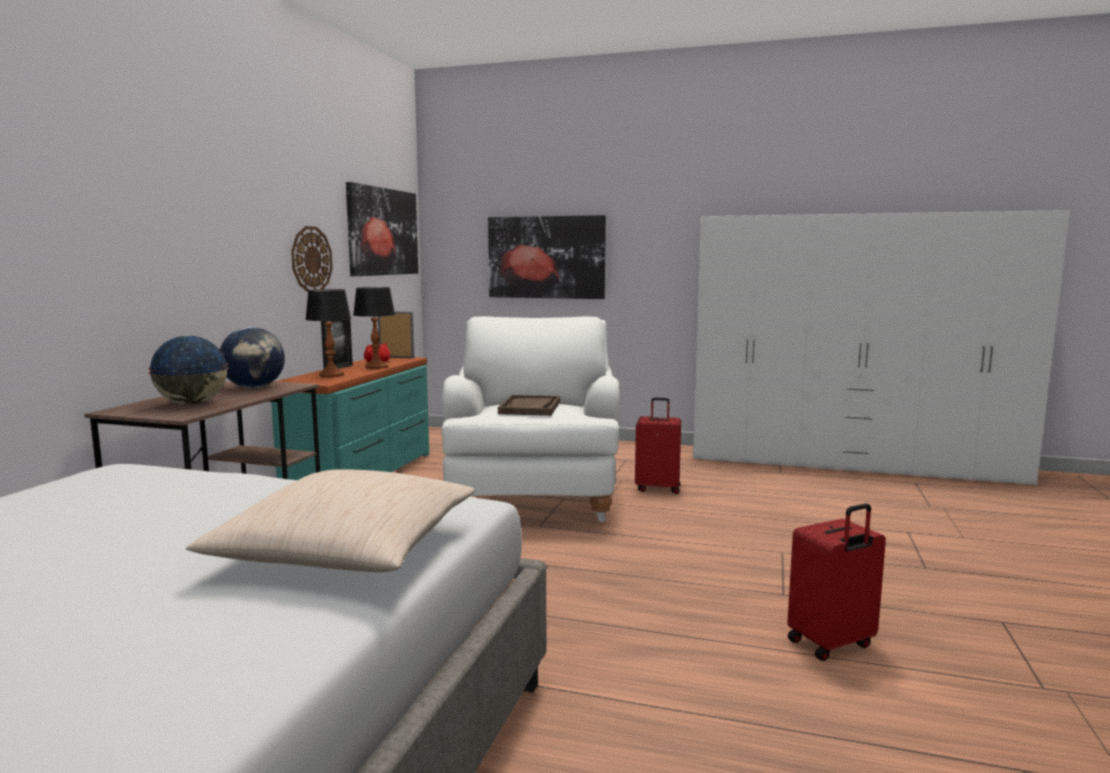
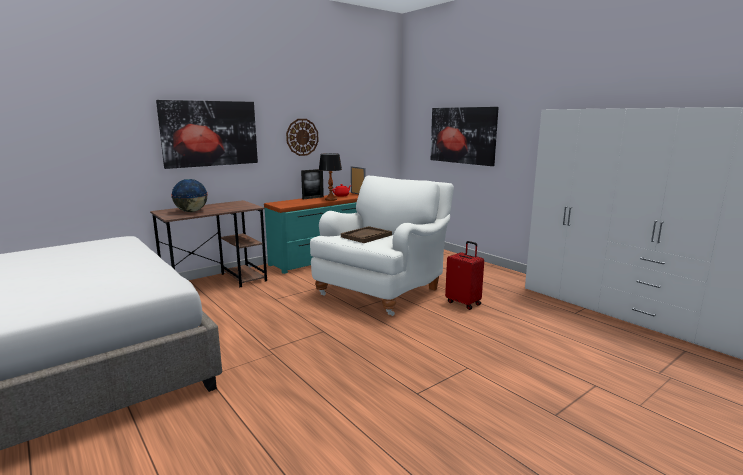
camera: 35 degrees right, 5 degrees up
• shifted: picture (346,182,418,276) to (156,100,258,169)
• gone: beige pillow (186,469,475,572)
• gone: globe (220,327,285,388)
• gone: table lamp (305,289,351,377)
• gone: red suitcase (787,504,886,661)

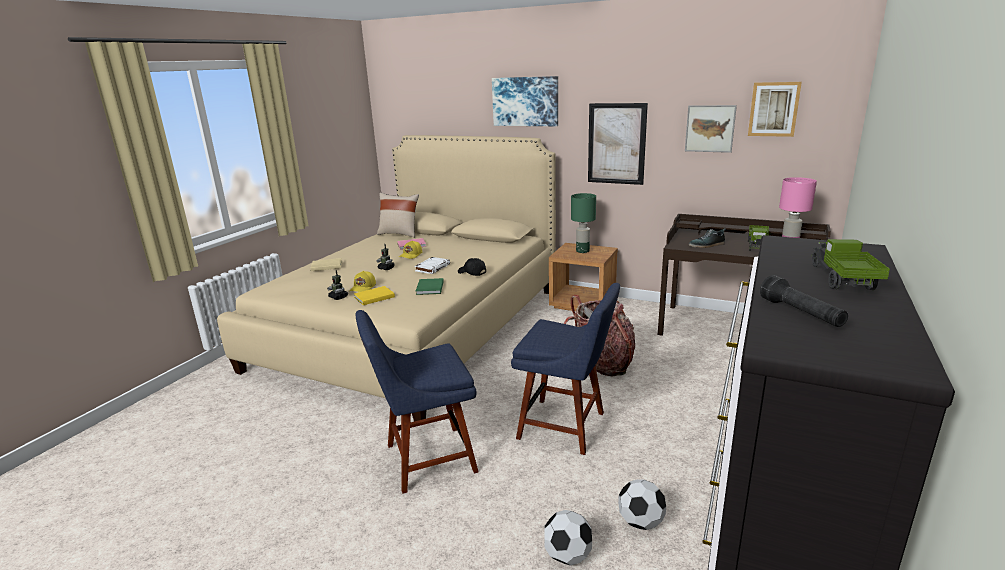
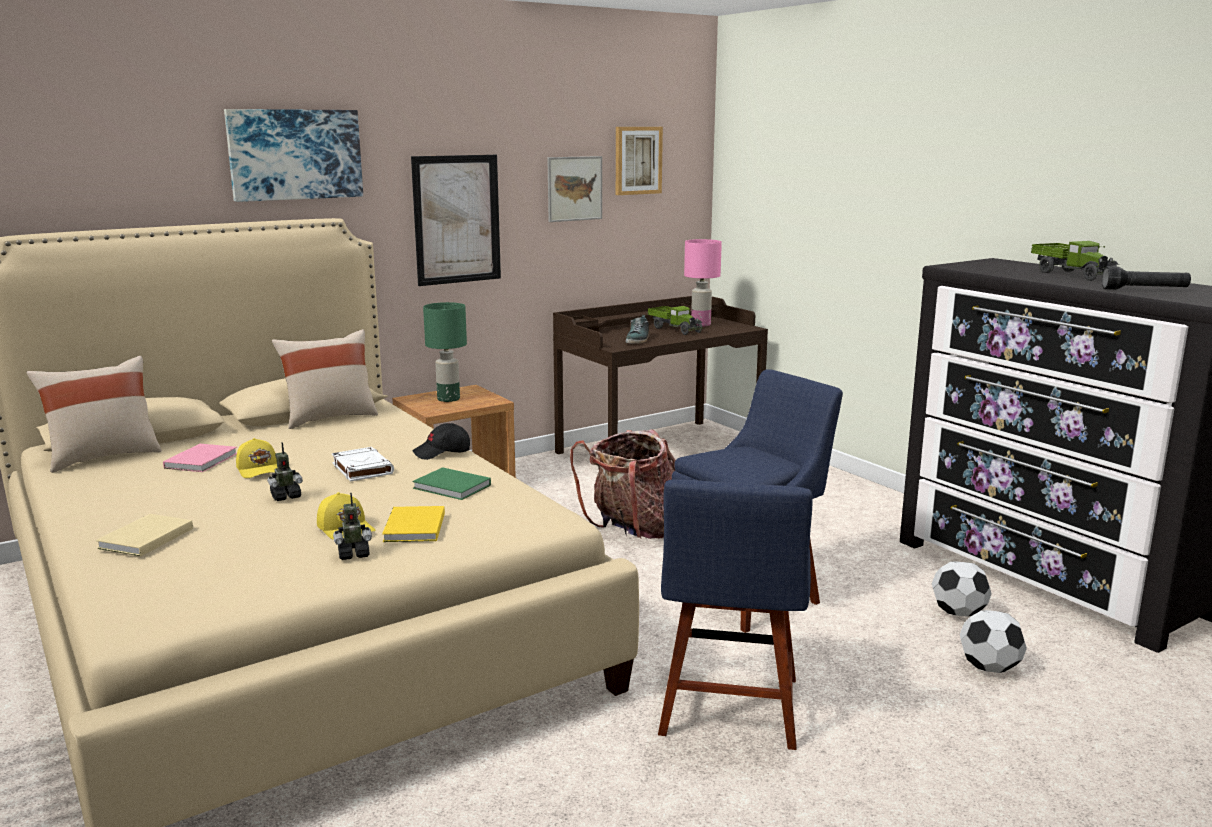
camera: 60 degrees left, 5 degrees down
• new: beige pillow (272,329,378,429)
• rotated: toy truck (812,239,890,290) = (1031,241,1119,281) 150 degrees counterclockwise

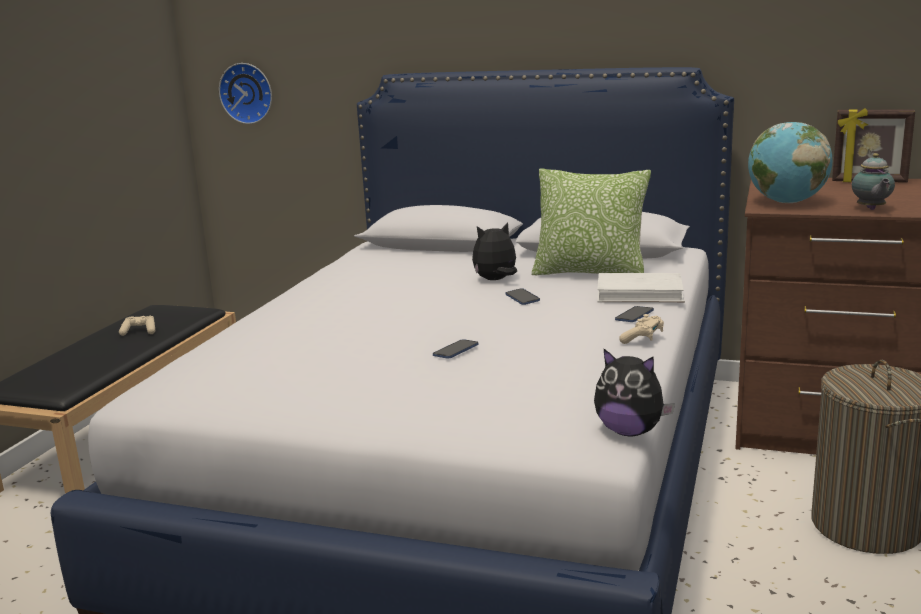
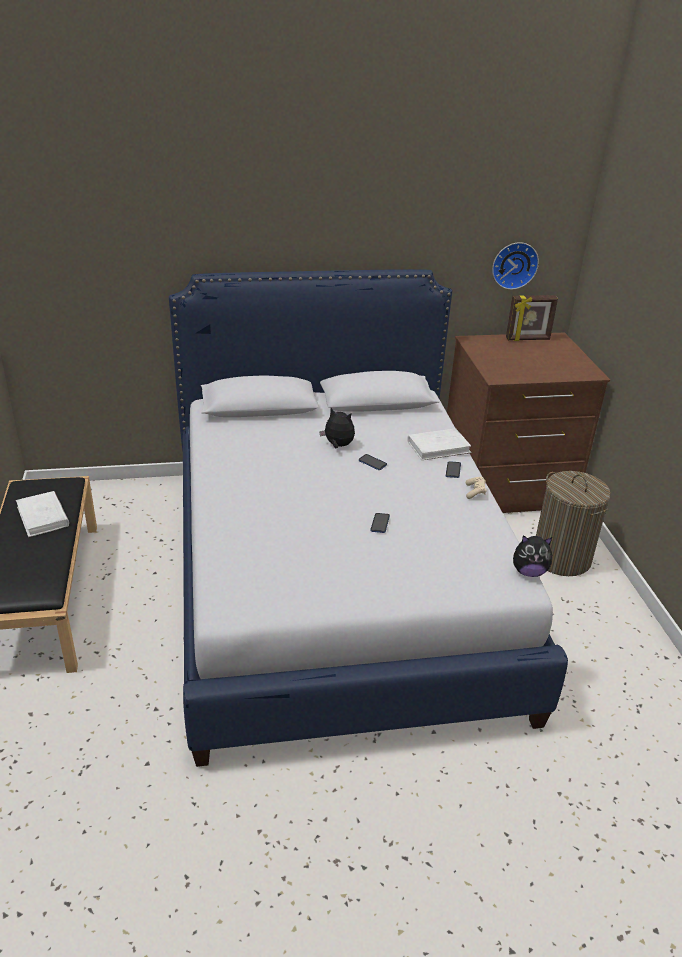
camera: 30 degrees left, 15 degrees up
• swapped: beige game controller (119,316,155,336) to white book (16,491,69,537)
• rotated: plush toy (472,222,517,280) = (320,408,355,448) 75 degrees clockwise
• shifted: wall clock (219,63,272,124) to (492,242,539,290)
• gone: pillow (532,169,651,275)
• gone: globe (748,122,832,203)
• gone: teapot (852,153,895,210)

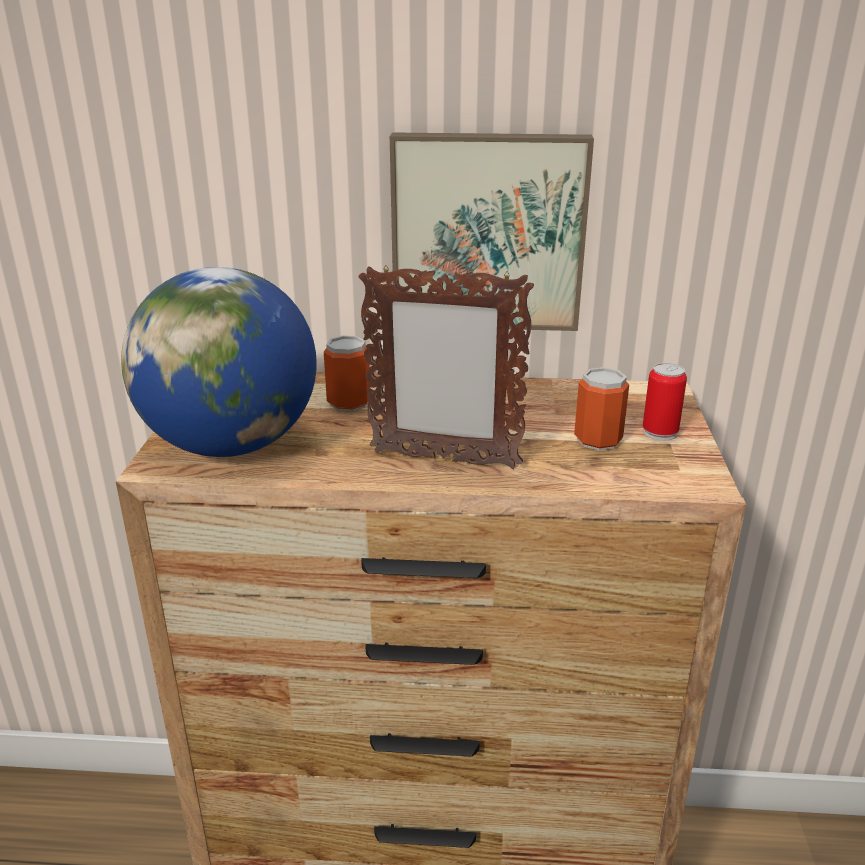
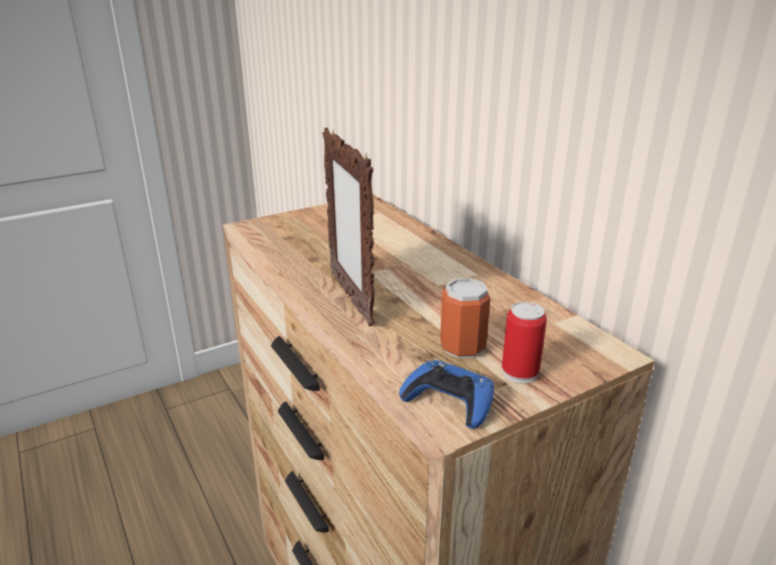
camera: 55 degrees right, 0 degrees up
• new: blue game controller (399,360,494,429)
• gone: globe (121,267,317,457)
• gone: can (324,336,370,412)
• gone: picture (390,132,594,331)

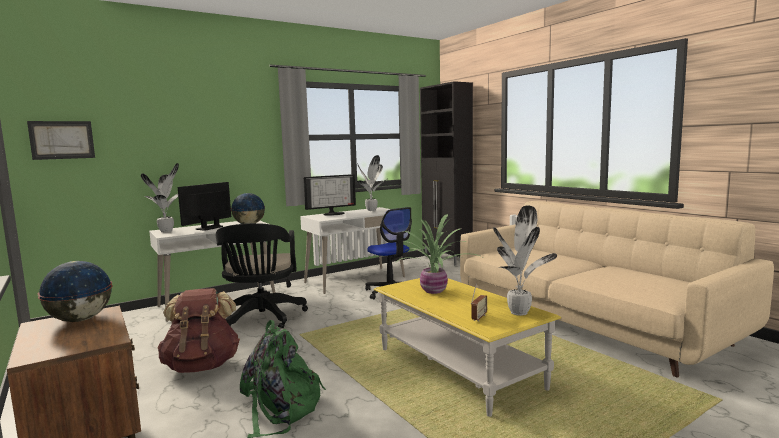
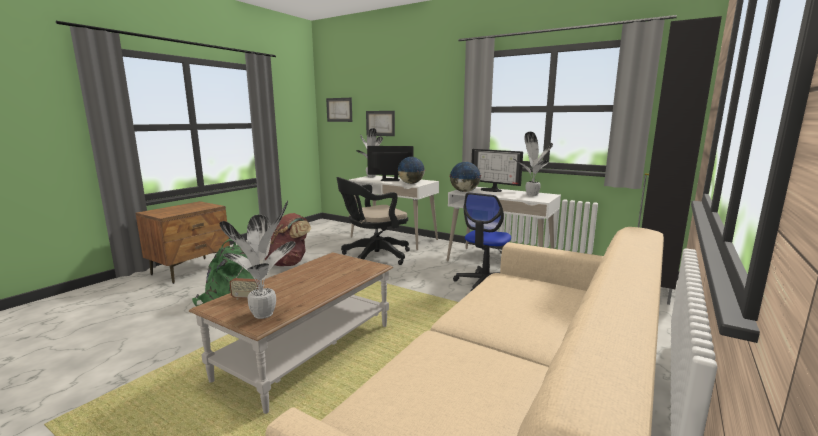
camera: 65 degrees right, 5 degrees up
• repainted: yellow coffee table (374,278,561,417) to brown coffee table (189,252,393,414)
• new: picture (366,111,395,136)
• shifted: globe (38,261,113,322) to (450,162,481,192)
• gone: potted plant (395,214,482,294)

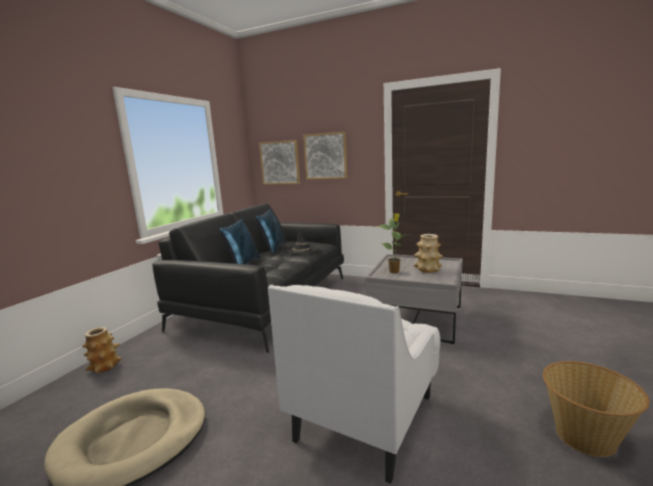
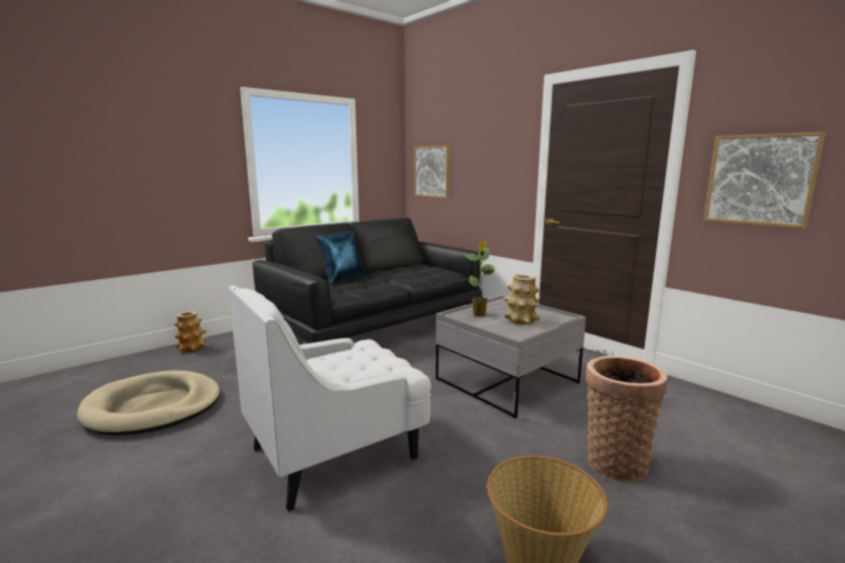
camera: 25 degrees right, 0 degrees up
• new: basket (586,356,667,482)
• shifted: picture (303,132,348,180) to (704,132,826,228)
• gone: blue pillow (256,209,286,254)
• gone: black hat (284,228,320,255)

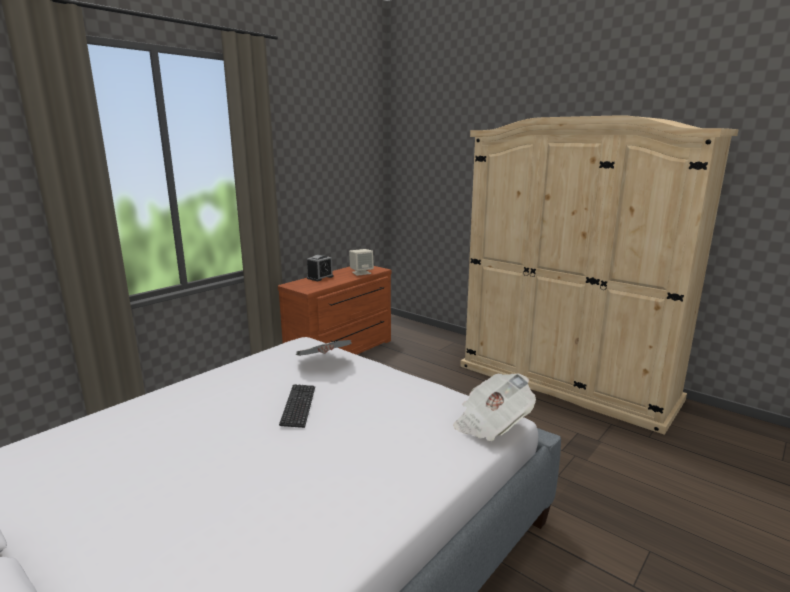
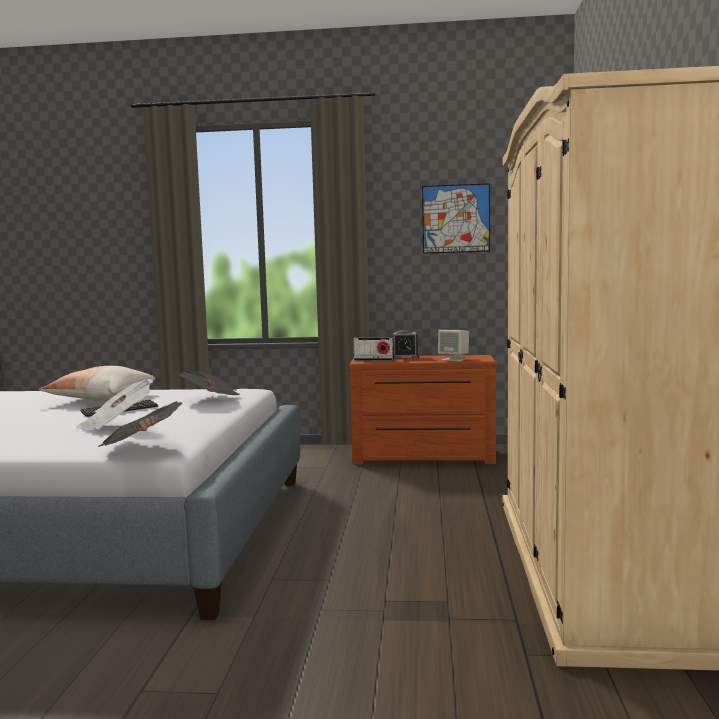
camera: 55 degrees right, 10 degrees down
• new: pillow (39,366,155,401)
• new: newspaper (76,379,153,430)
• new: radio (353,337,394,361)
• new: picture (422,183,490,254)

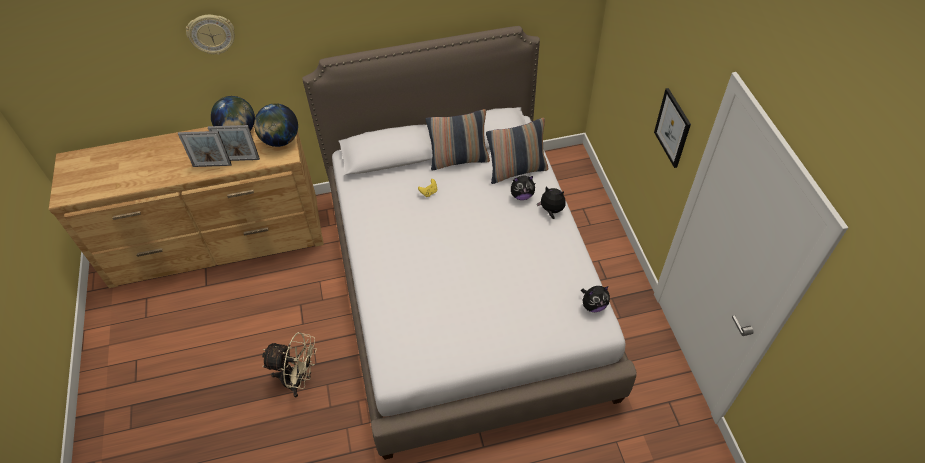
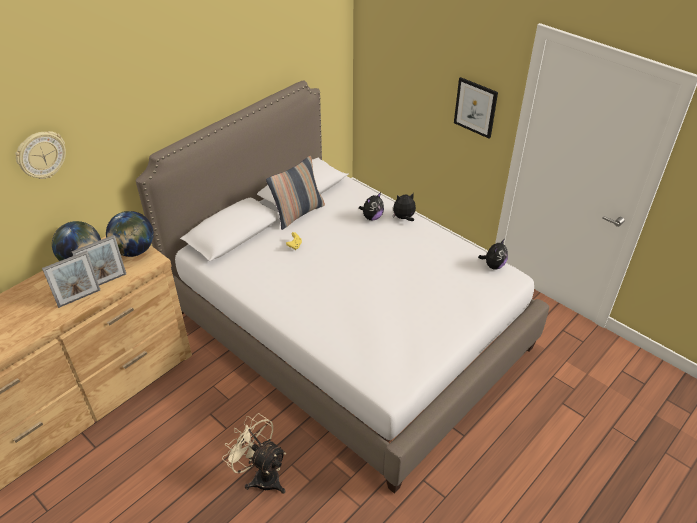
camera: 35 degrees left, 10 degrees down
• rotated: beige fan (262,332,317,397) = (222,413,286,494) 120 degrees counterclockwise
• gone: pillow (486,118,548,184)

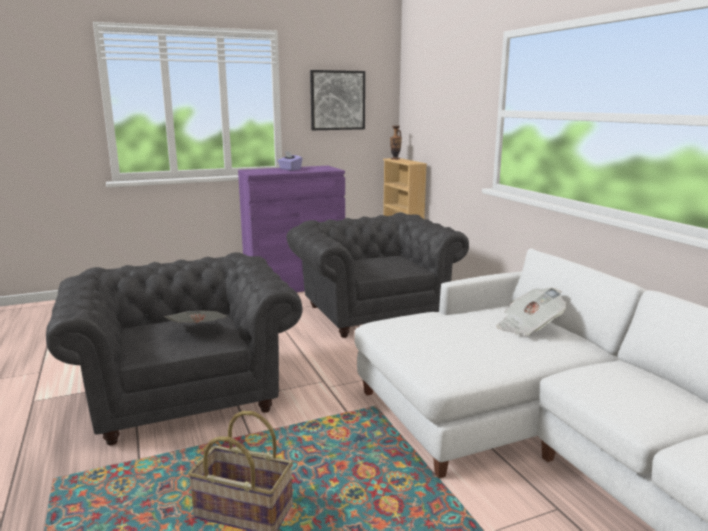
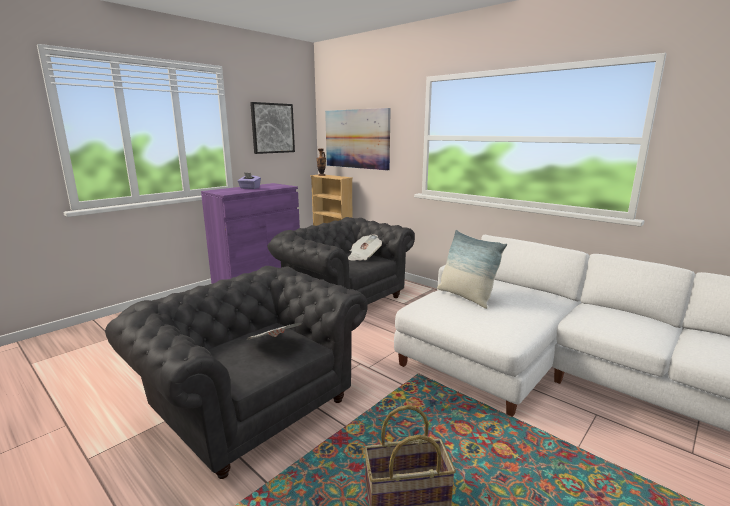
camera: 25 degrees left, 0 degrees up
• new: picture (325,108,391,170)
• shifted: newspaper (496,288,567,336) to (348,234,382,261)
• new: pillow (437,230,507,309)

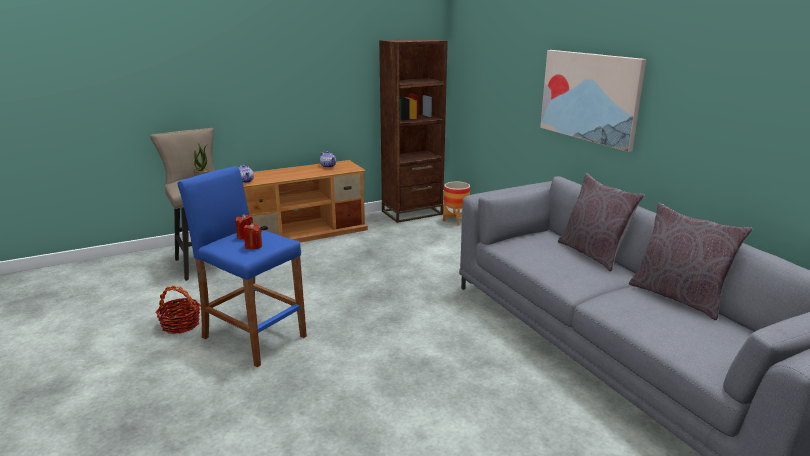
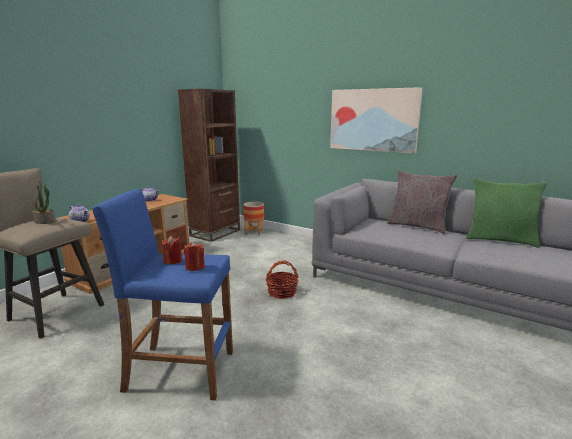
camera: 30 degrees left, 5 degrees down
• shifted: basket (156,286,200,334) to (265,260,299,299)
• repainted: grey pillow (629,203,753,320) to green pillow (466,178,547,248)

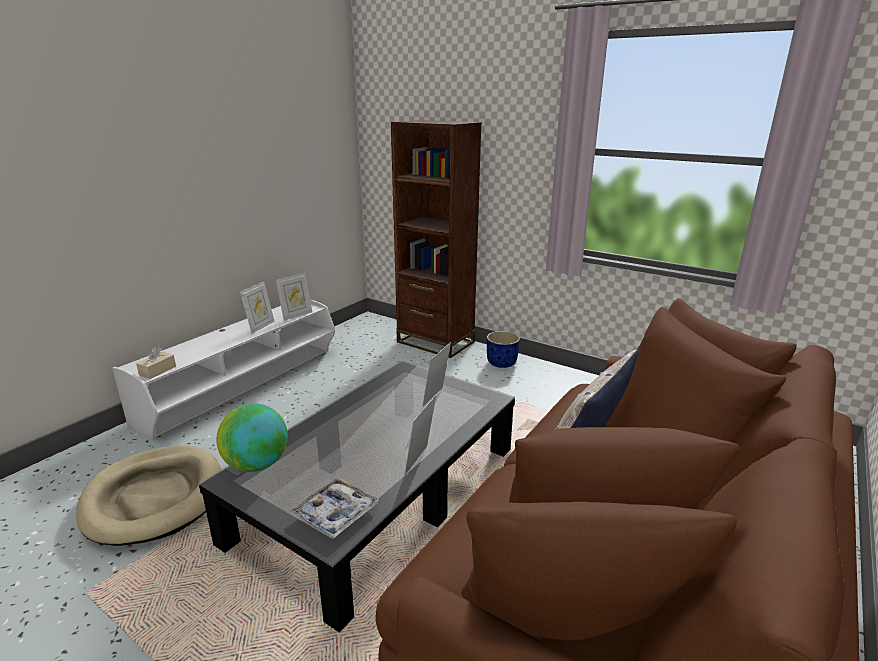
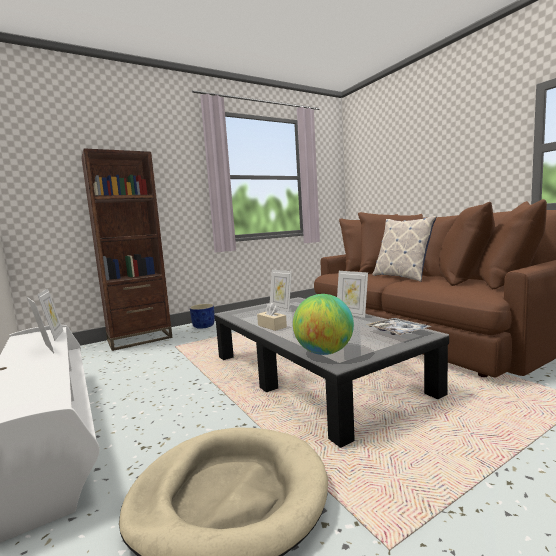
camera: 65 degrees left, 15 degrees down
• shifted: beige tissue box (136,347,176,379) to (257,303,287,331)

